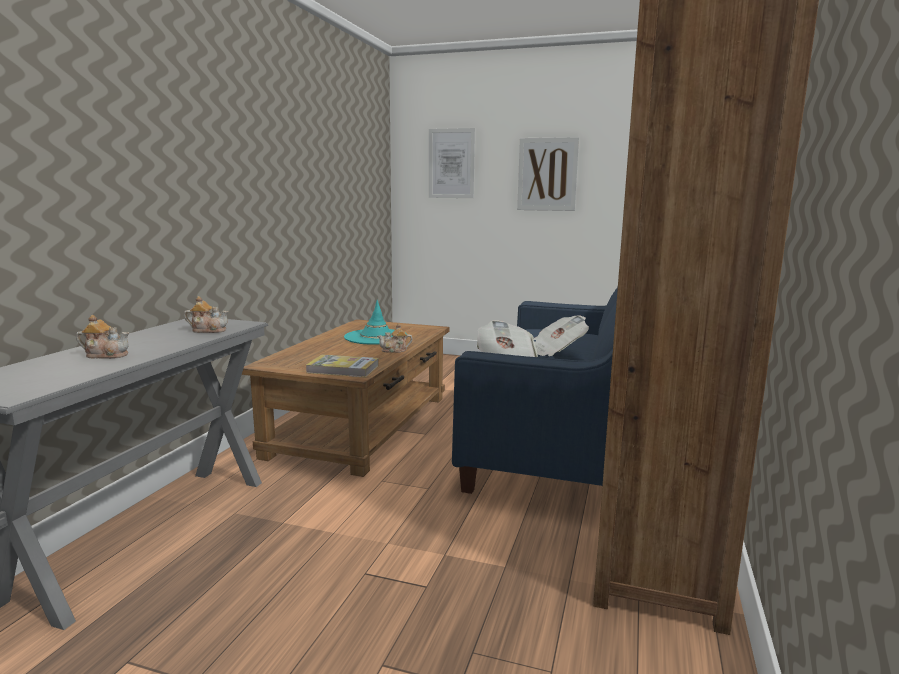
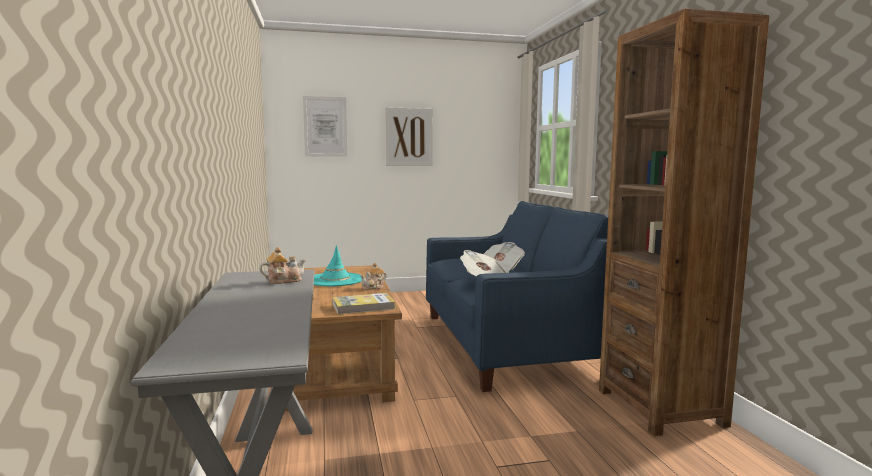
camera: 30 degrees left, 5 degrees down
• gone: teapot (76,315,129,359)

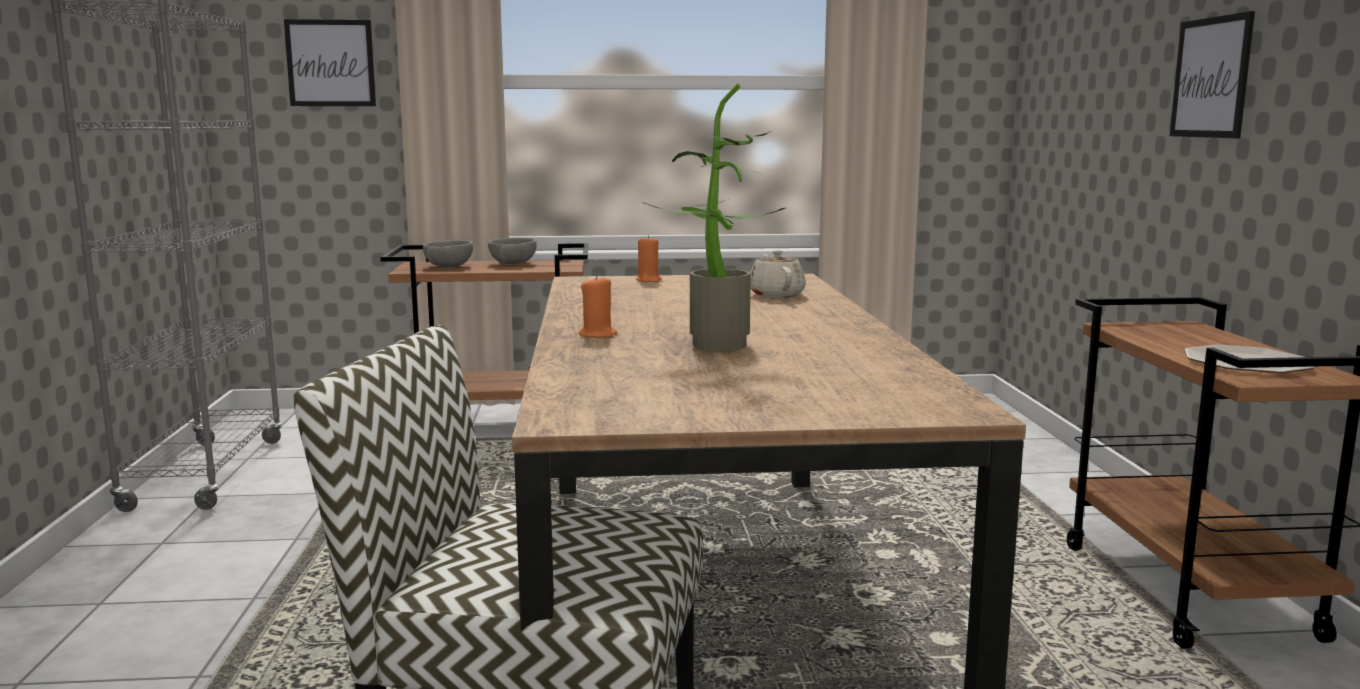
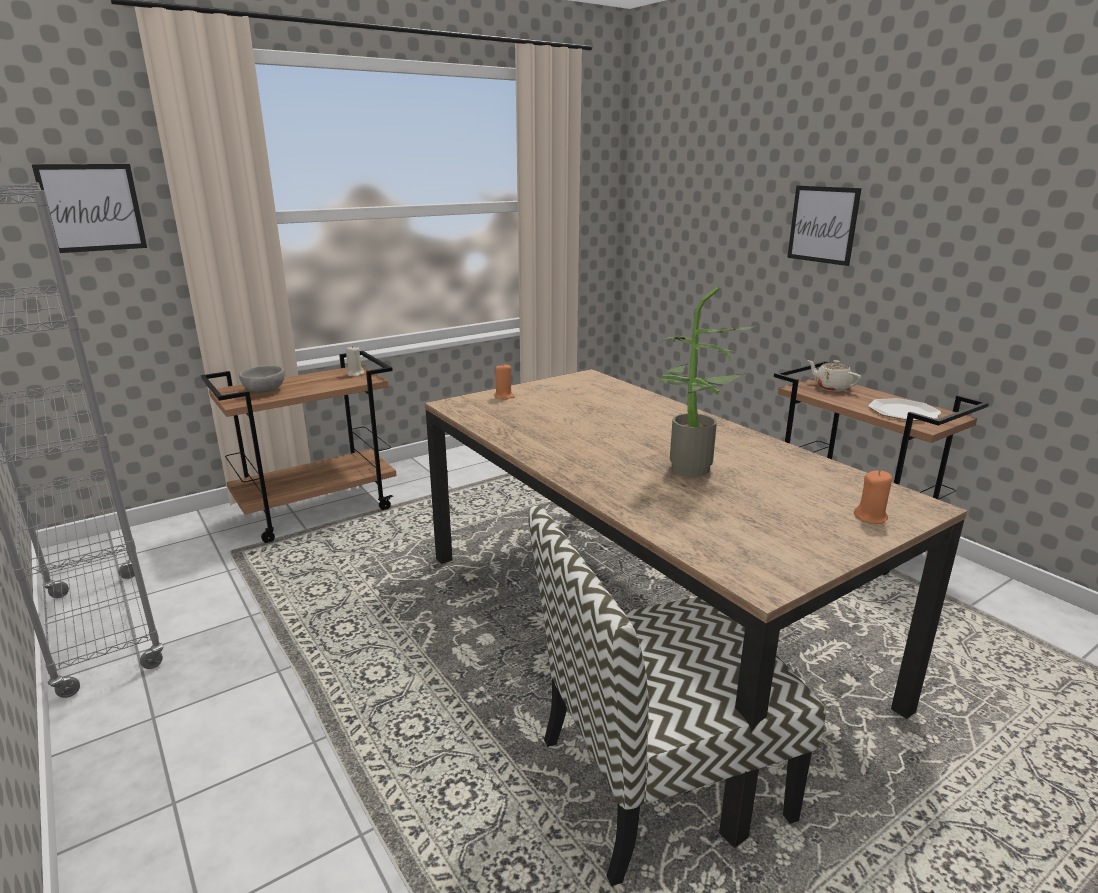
camera: 30 degrees left, 10 degrees up
• new: beige candle (346,345,364,377)
• shifted: beige teapot (750,250,806,298) to (807,360,861,392)
• shifted: orange candle (579,275,618,338) to (854,470,892,524)
• gone: grey bowl (488,238,537,264)

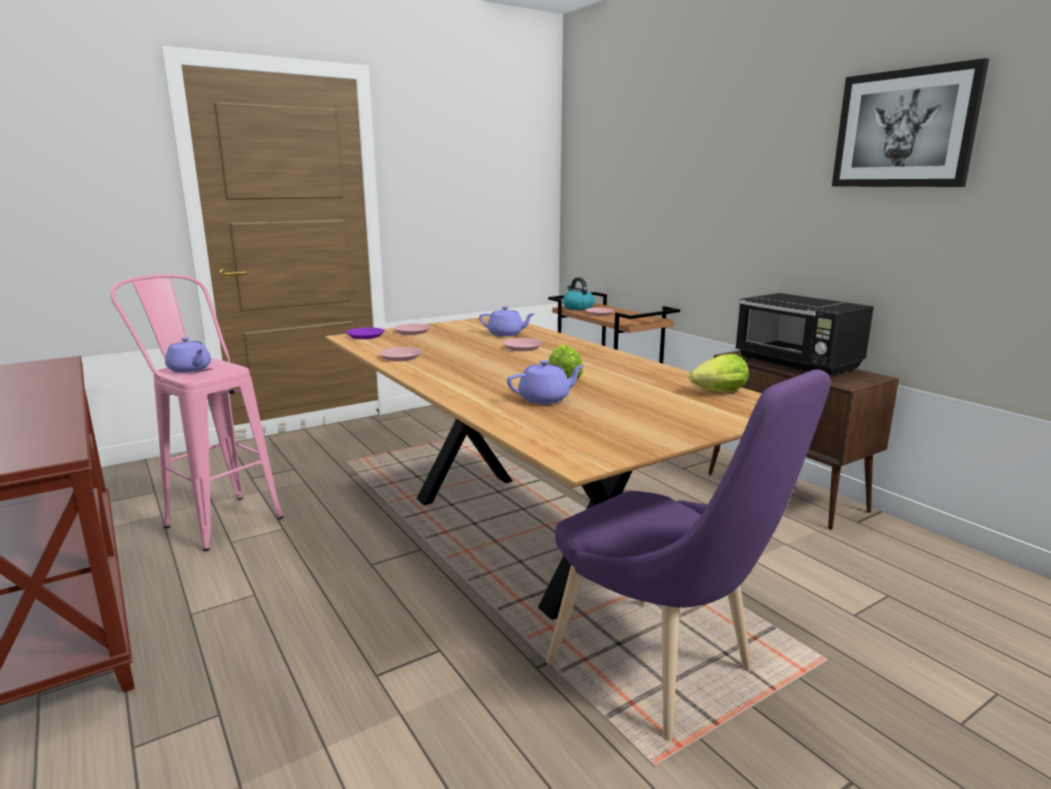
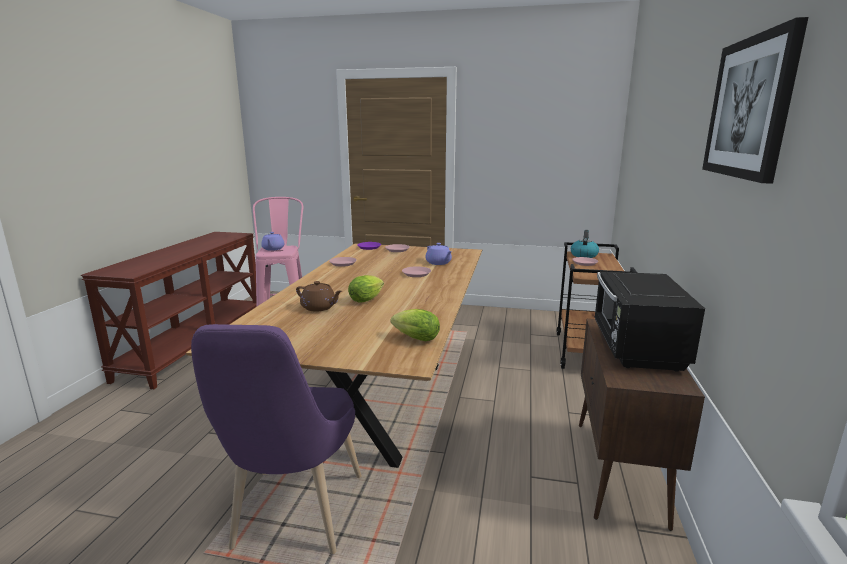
camera: 45 degrees right, 0 degrees up
• repainted: purple teapot (507,360,585,404) to brown teapot (296,281,342,311)

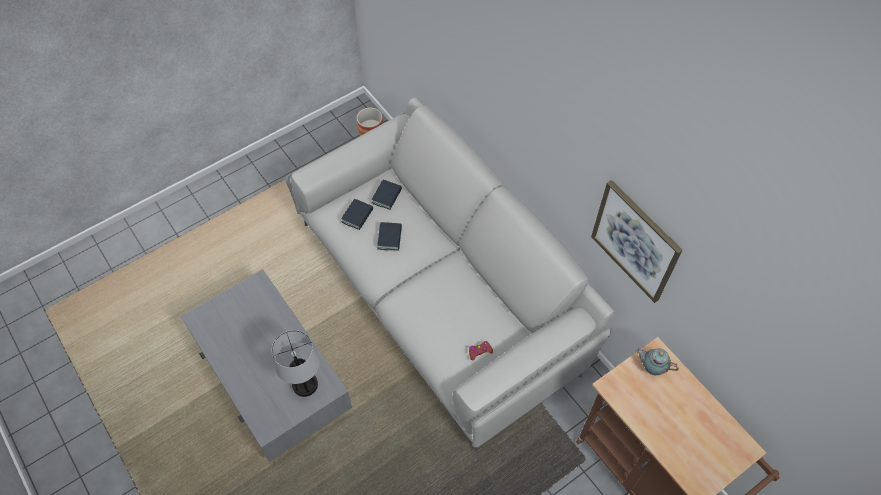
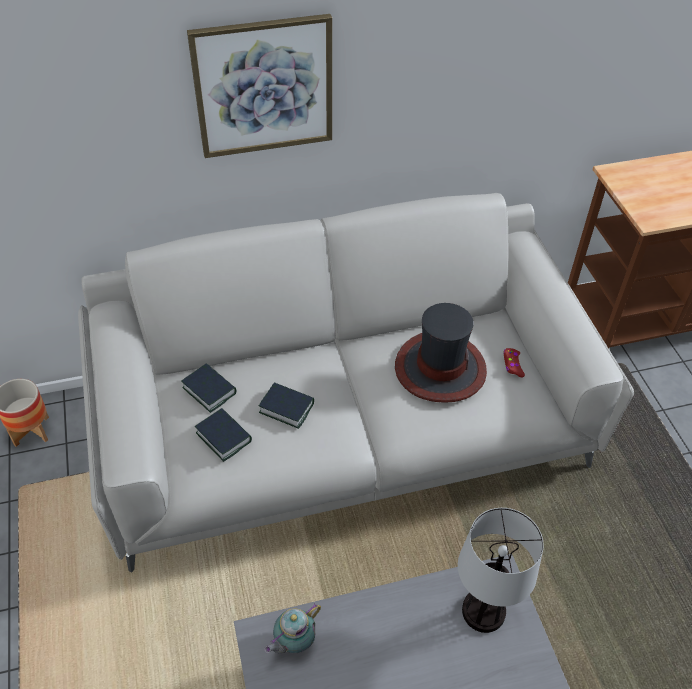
camera: 70 degrees left, 10 degrees down
• shifted: picture (591,180,682,303) to (187,14,332,158)
• shifted: teapot (635,348,679,375) to (264,604,321,653)
• new: hat (395,303,487,403)

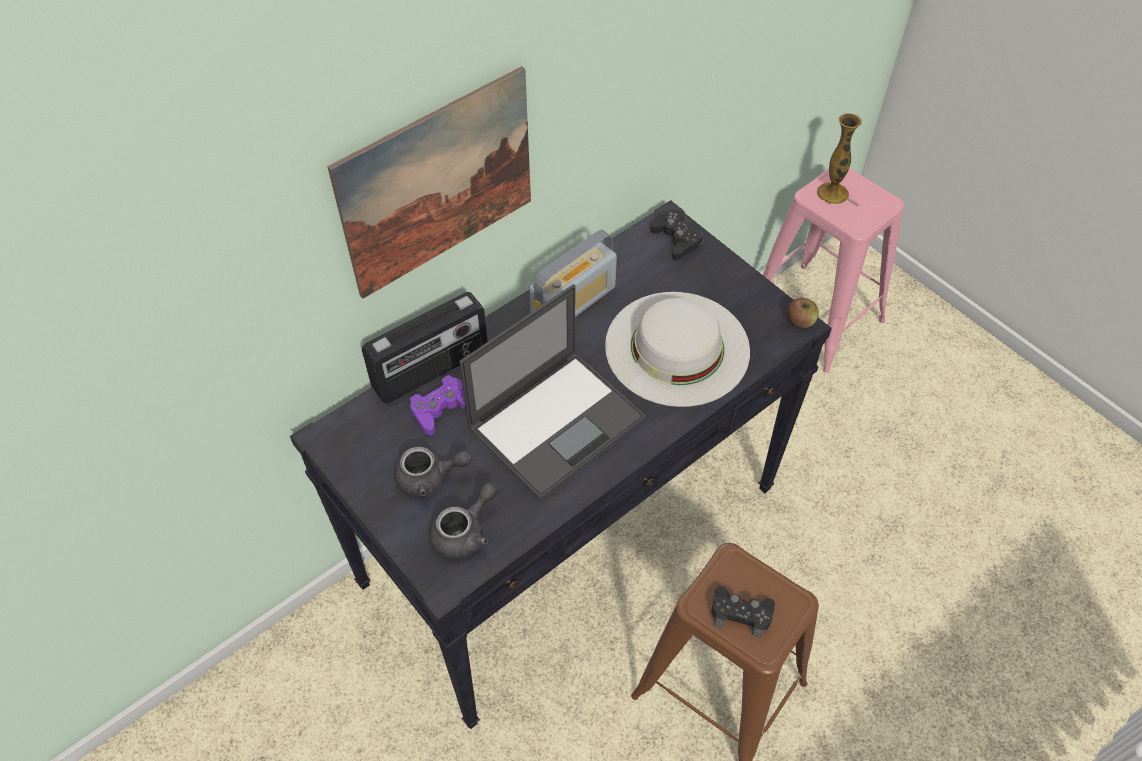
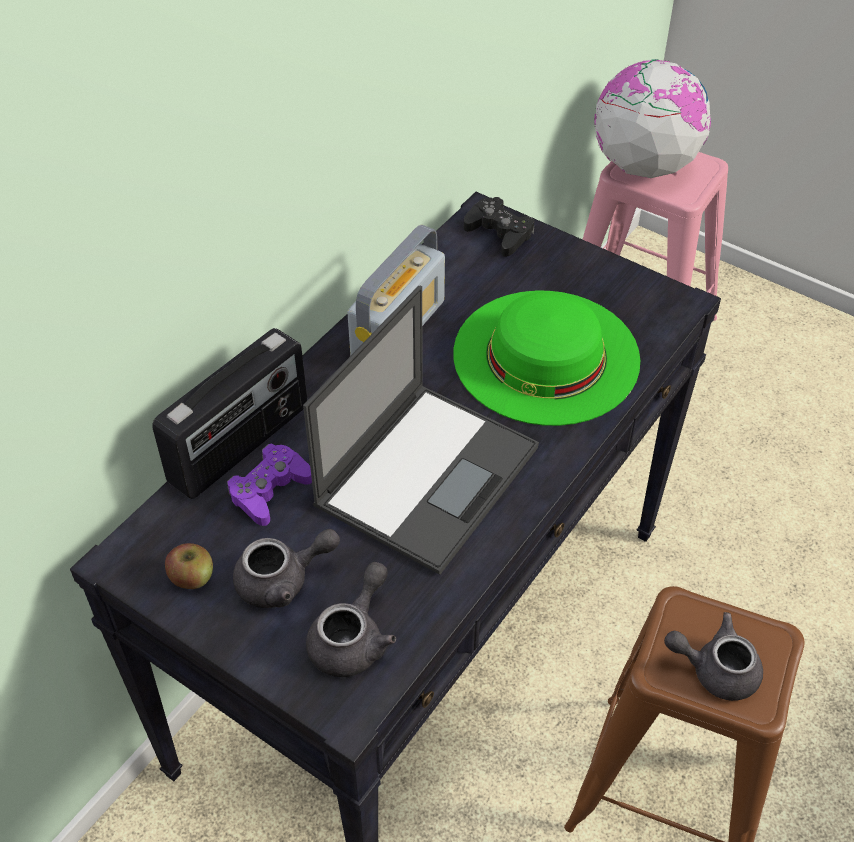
camera: 15 degrees left, 5 degrees down
• shifted: apple (787,298,819,328) to (165,543,213,589)
• repainted: white hat (605,292,750,407) to green hat (453,291,640,426)
• swapped: vase (817,113,862,204) to globe (594,59,711,178)
• swapped: black game controller (711,586,775,638) to grey teapot (664,612,763,701)
• gone: picture (327,66,531,299)

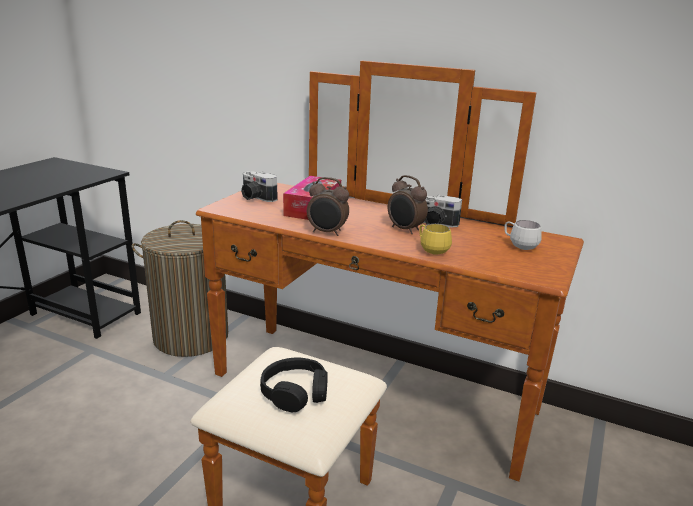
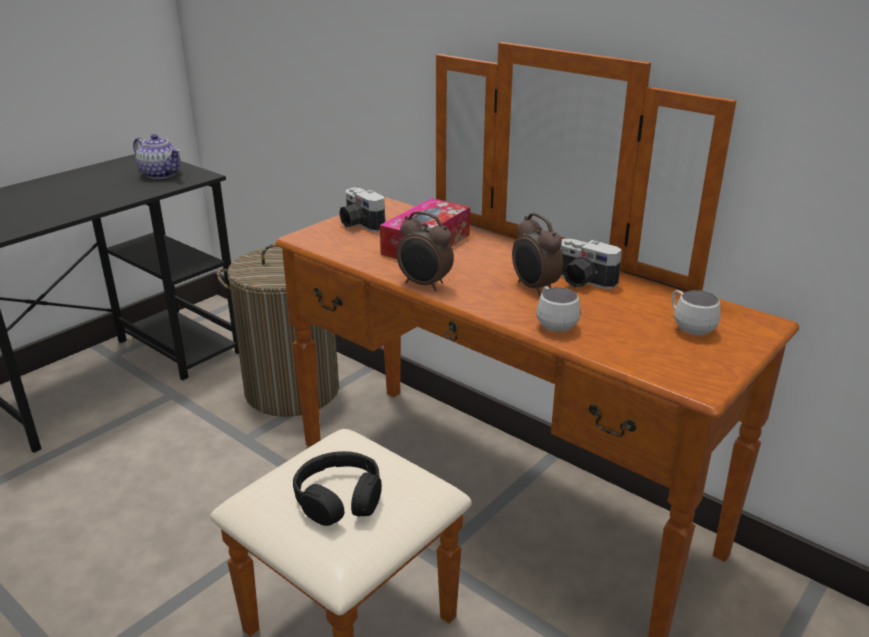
camera: 15 degrees right, 5 degrees up
• new: teapot (133,134,180,179)
• repainted: yellow mug (419,224,452,255) to white mug (536,286,581,332)

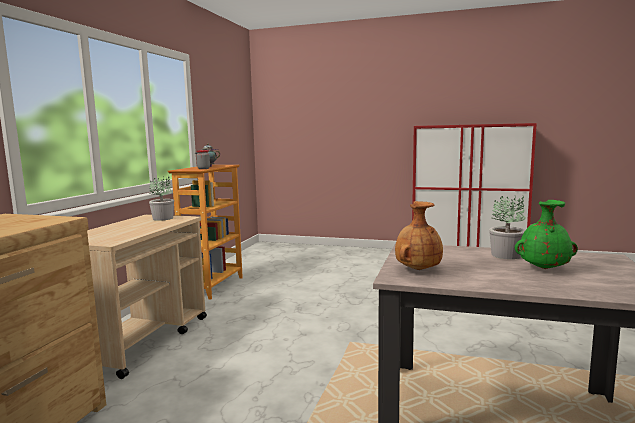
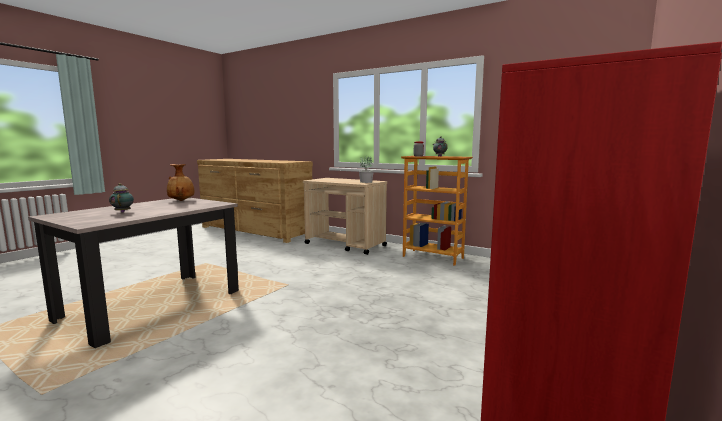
camera: 105 degrees right, 0 degrees up
• swapped: green vase (515,200,578,269) to teapot (109,183,134,213)
• gone: potted plant (489,196,526,259)

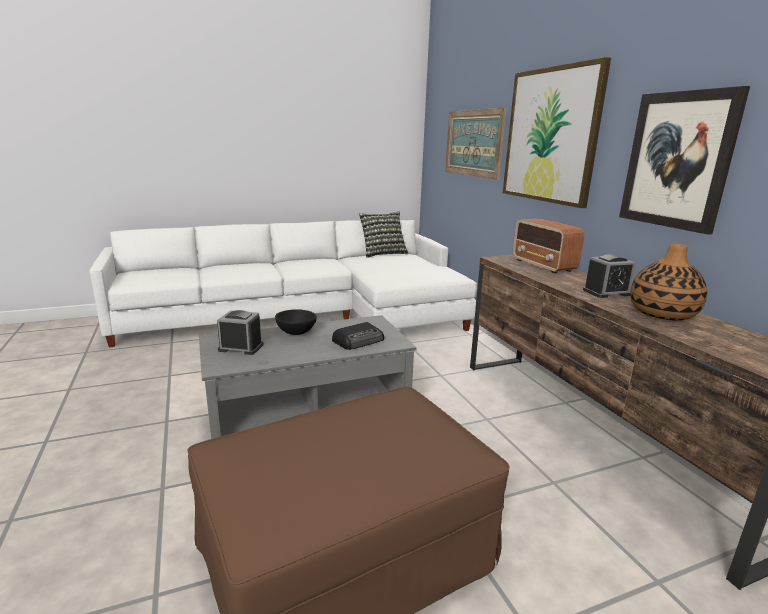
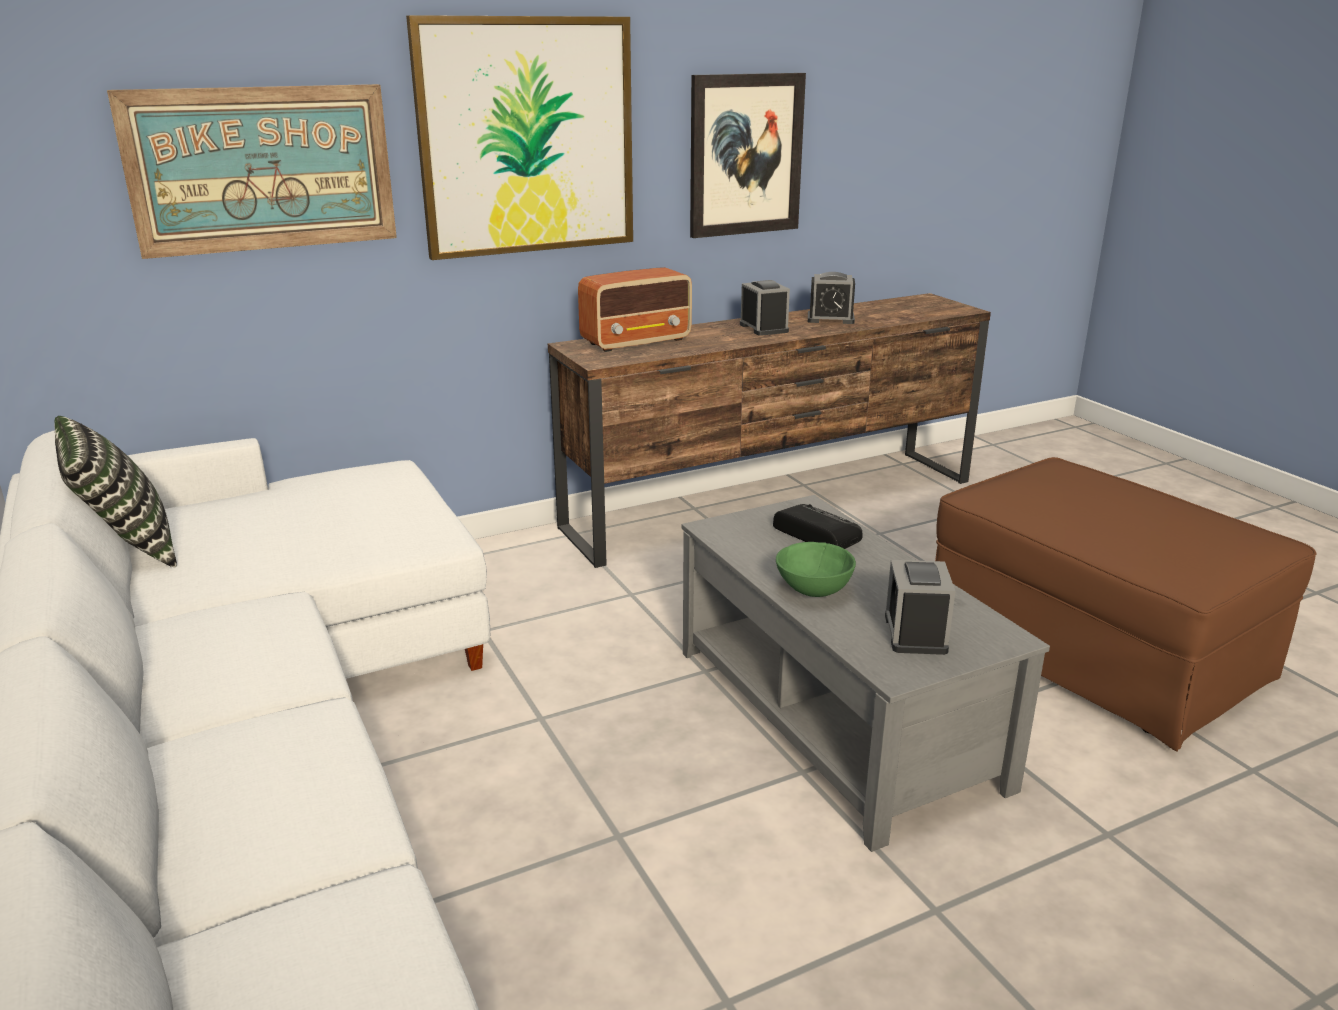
camera: 95 degrees left, 5 degrees up
• repainted: black bowl (275,309,317,335) to green bowl (776,542,856,597)
• swapped: vase (630,244,707,321) to alarm clock (808,272,855,324)

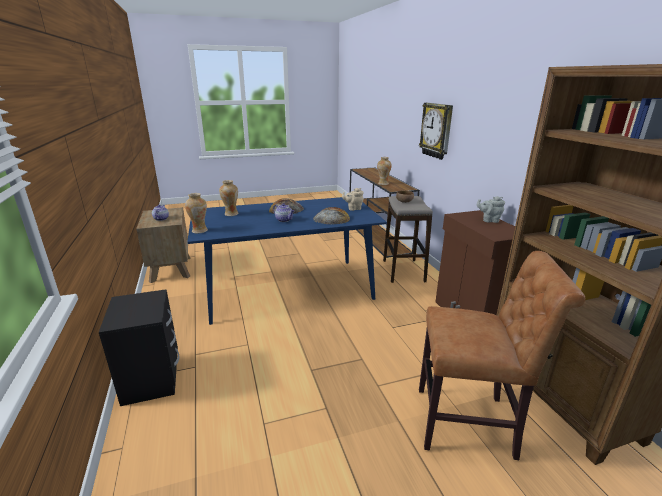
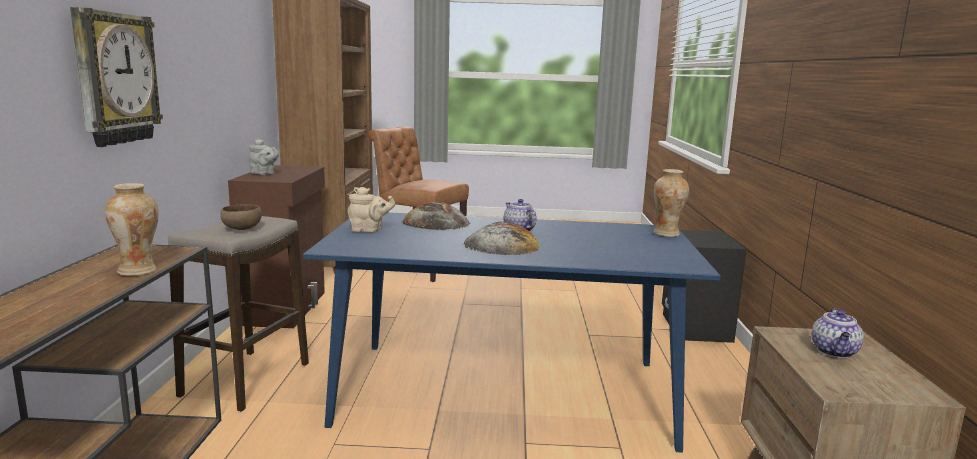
camera: 160 degrees left, 10 degrees down
• gone: vase (219,180,238,216)

